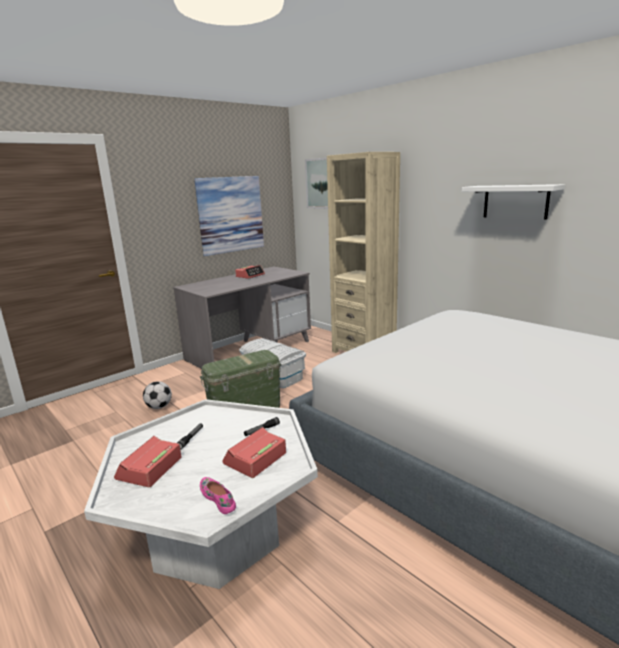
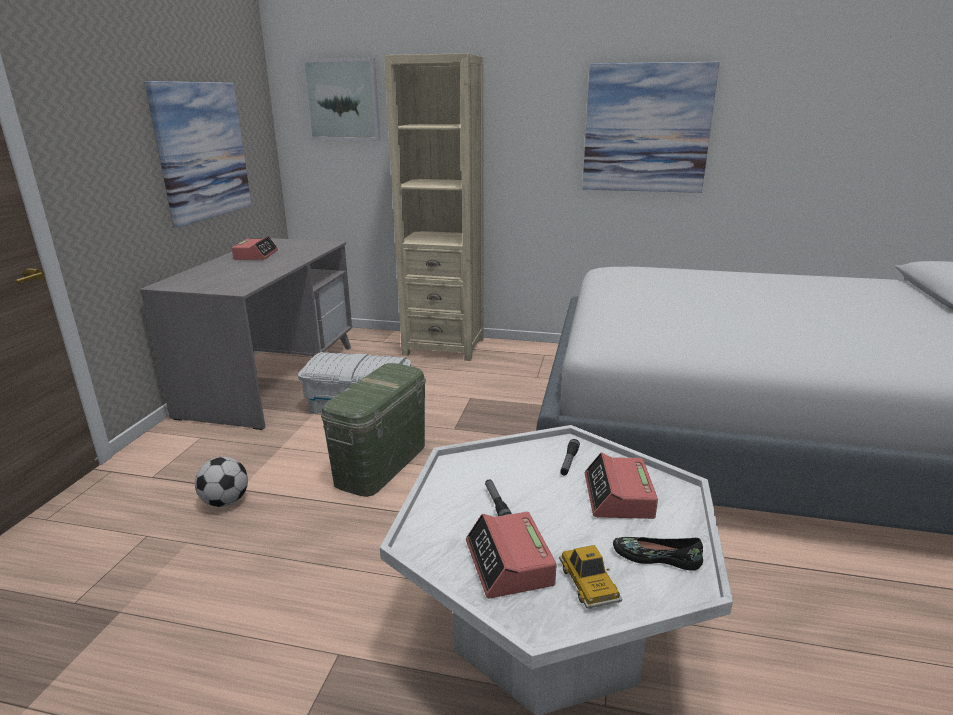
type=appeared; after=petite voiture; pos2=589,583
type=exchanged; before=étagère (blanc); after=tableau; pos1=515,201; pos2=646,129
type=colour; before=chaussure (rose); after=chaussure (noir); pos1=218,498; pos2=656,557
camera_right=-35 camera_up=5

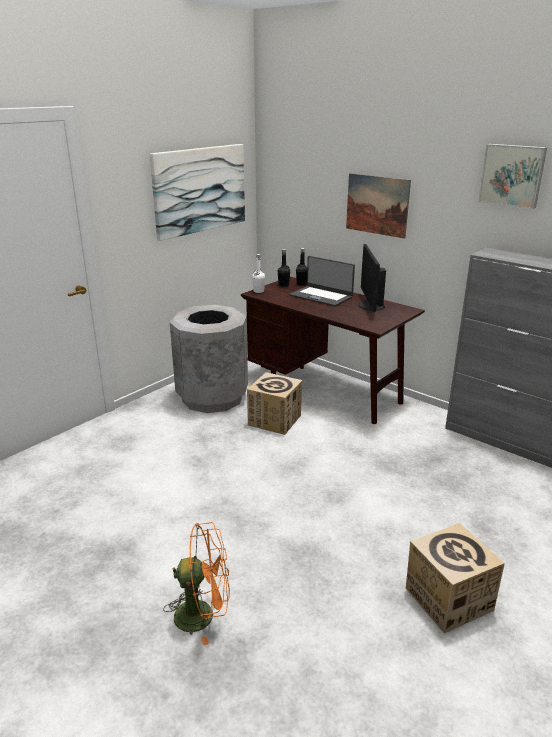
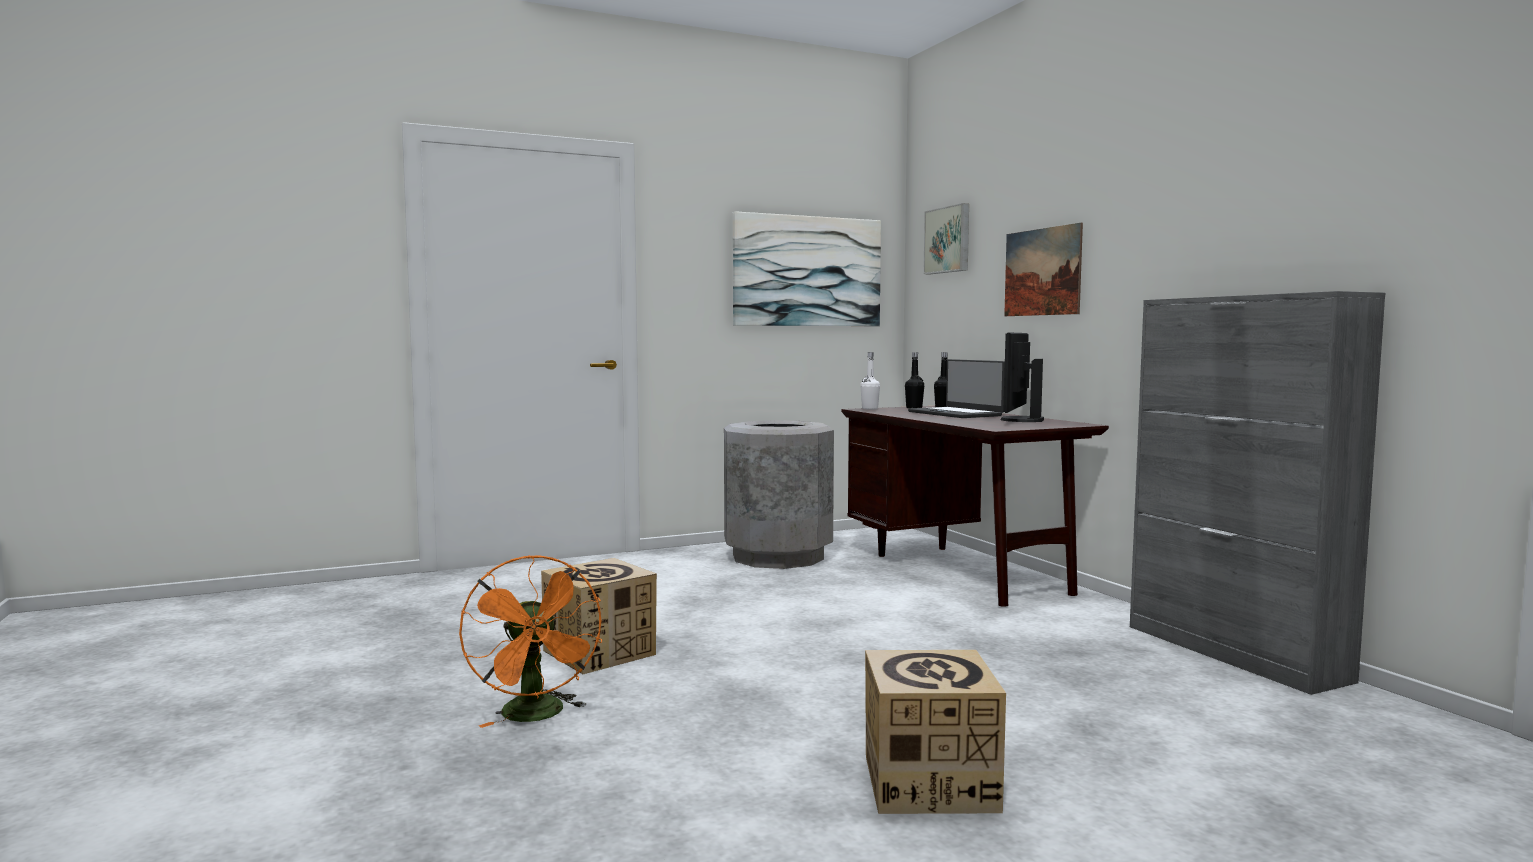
type=relocated; before=carton; pos1=275,420; pos2=600,653
type=relocated; before=tableau; pos1=512,175; pos2=948,240
type=spun; before=ventilateur (orange); pos1=203,615; pos2=537,716; turn=45
camera_right=25 camera_up=-20

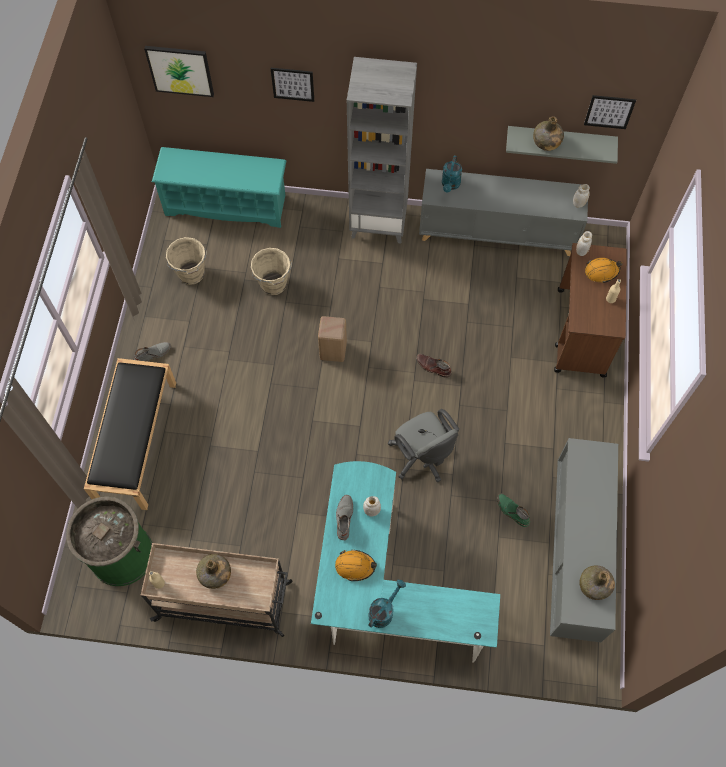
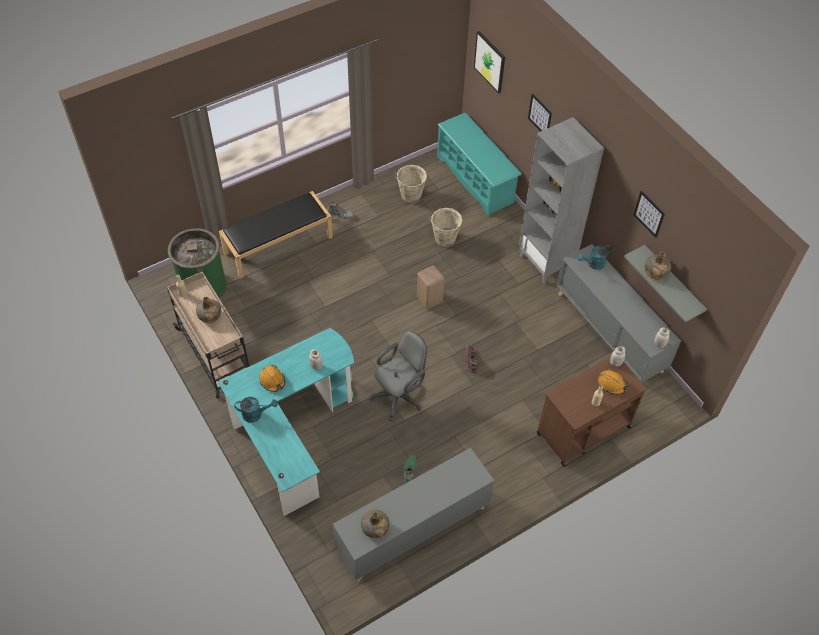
type=missing; before=botte (gris); pos1=344,518
type=relocated; before=tableau; pos1=609,111; pos2=649,214
type=spun; before=chaise de bureau (gris); pos1=422,458; pos2=400,396; turn=-150
camera_right=50 camera_up=-10

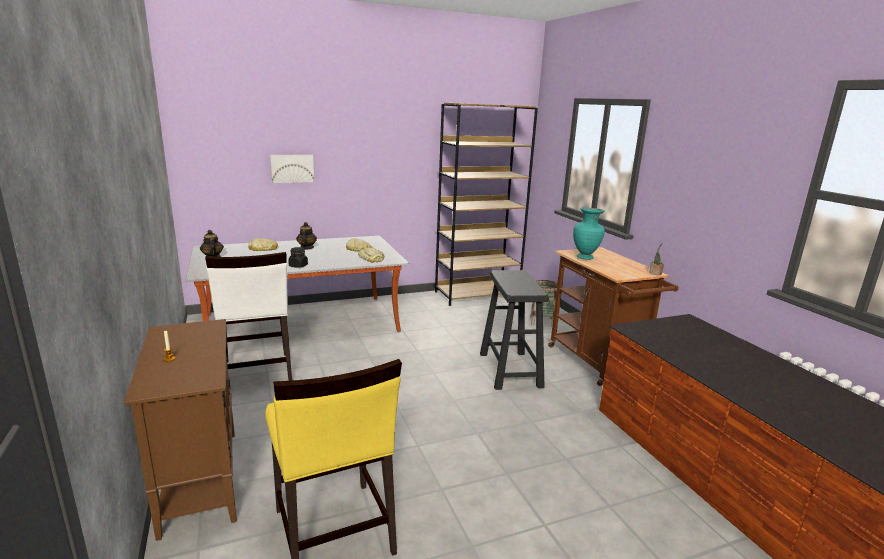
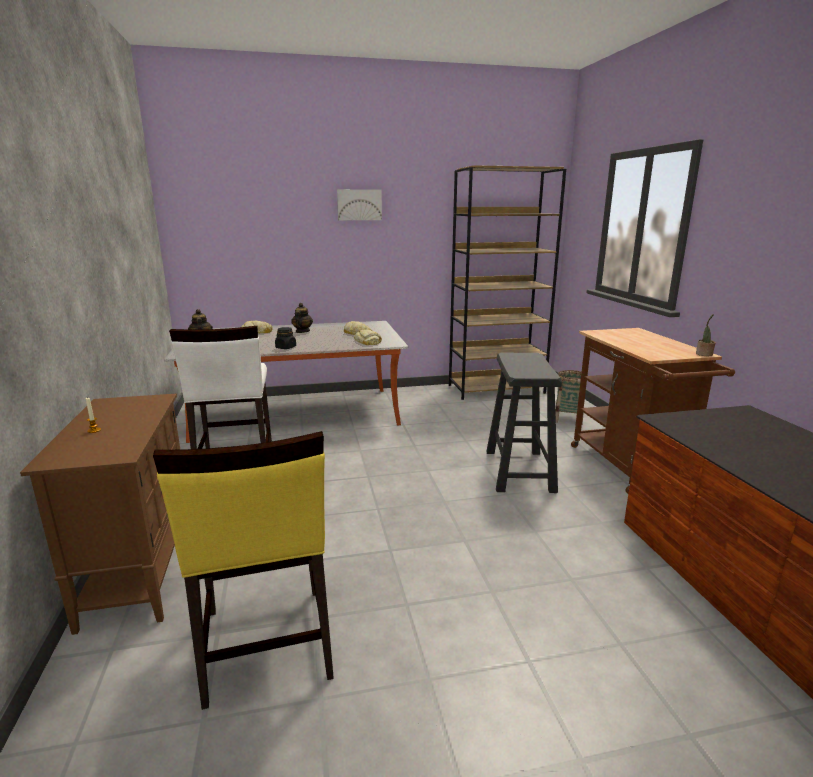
type=missing; before=vase (turquoise); pos1=585,258
type=relocated; before=tableau; pos1=292,168; pos2=359,205
camera_right=10 camera_up=0

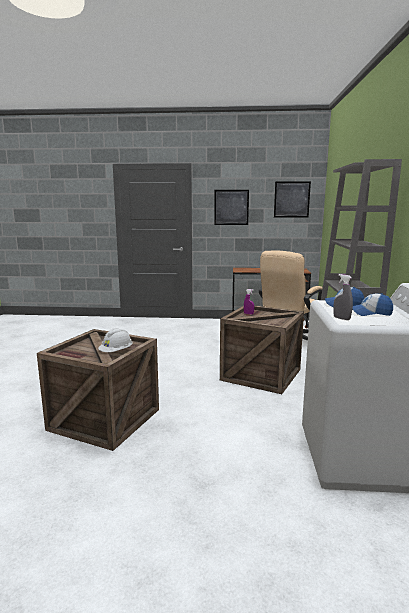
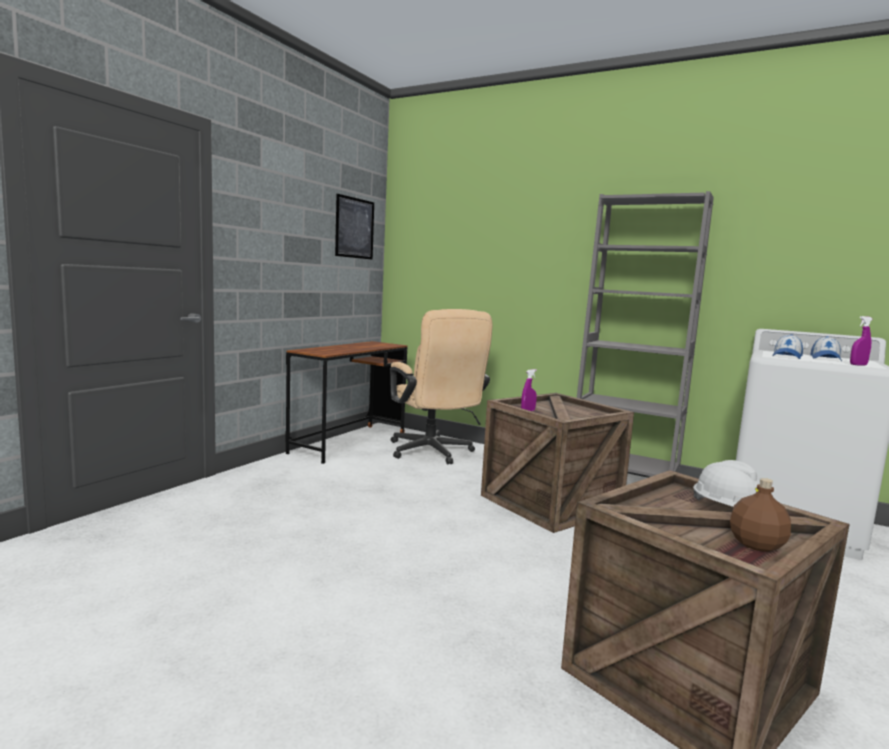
type=missing; before=tableau; pos1=231,207
type=appeared; after=bouteille (marron); pos2=756,545
type=colour; before=vaporisateur (gris); after=vaporisateur (violet); pos1=341,318; pos2=858,365
camera_right=-65 camera_up=-5

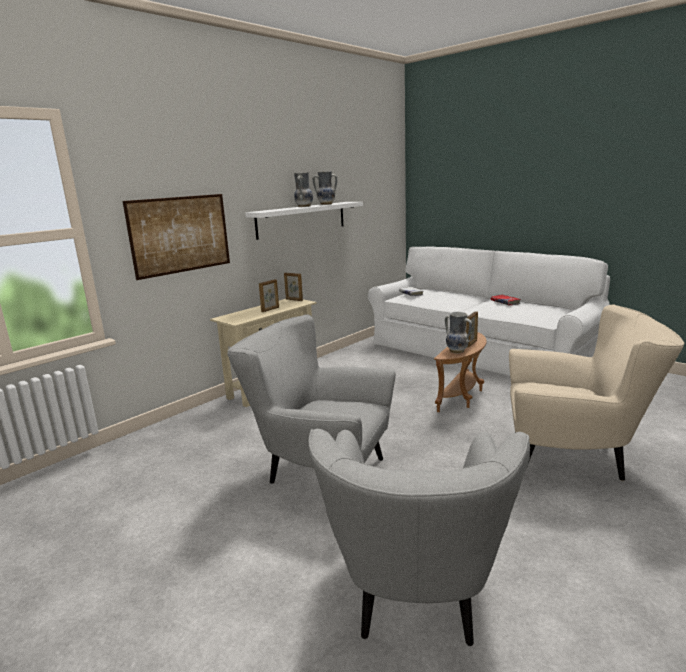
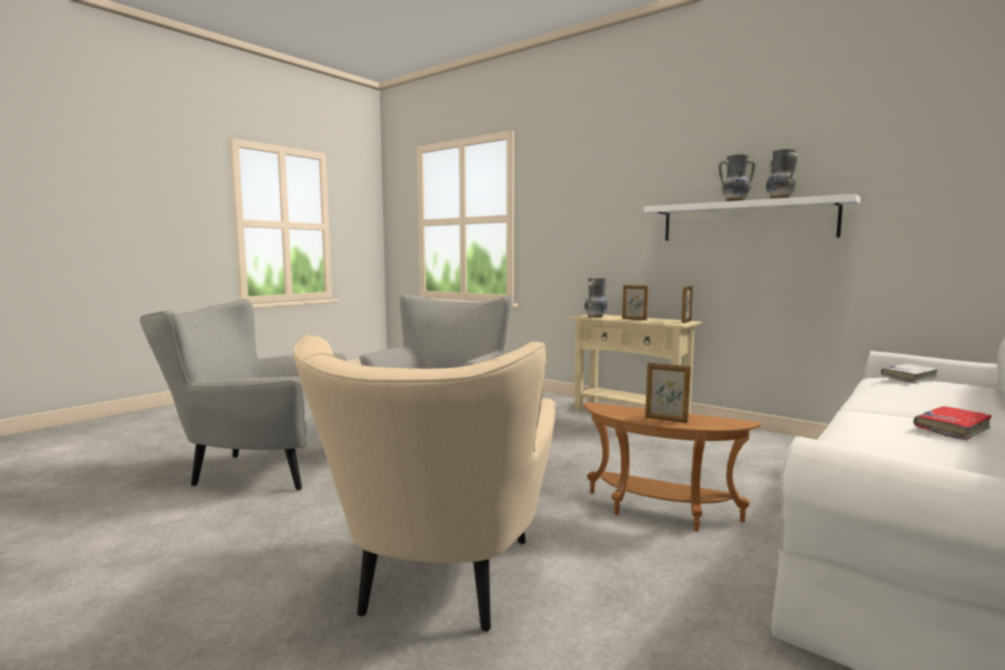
type=missing; before=tableau; pos1=180,234
type=relocated; before=vase; pos1=457,351; pos2=596,317
camera_right=85 camera_up=-10

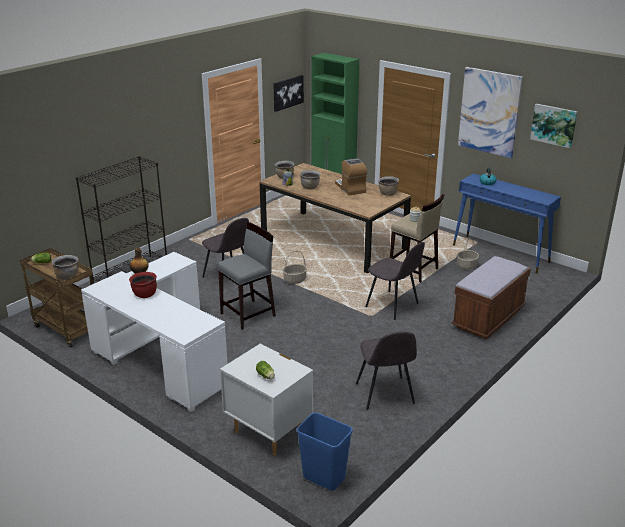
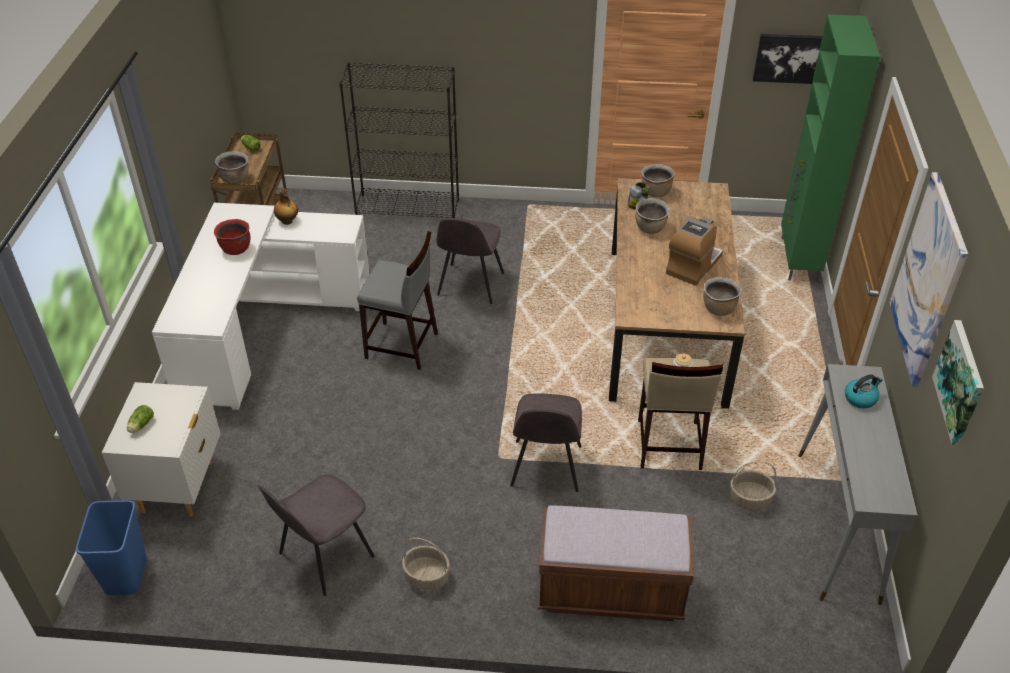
type=relocated; before=panier; pos1=294,280; pos2=426,577
type=colour; before=table console (bleu); after=table console (gris); pos1=500,254; pos2=837,526
camera_right=55 camera_up=15

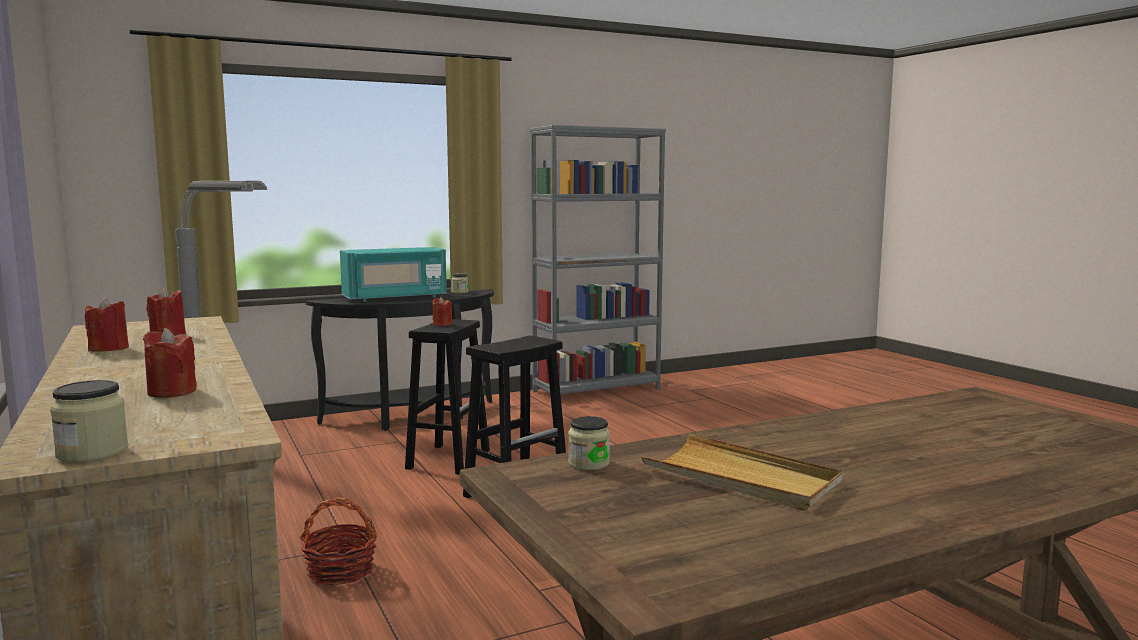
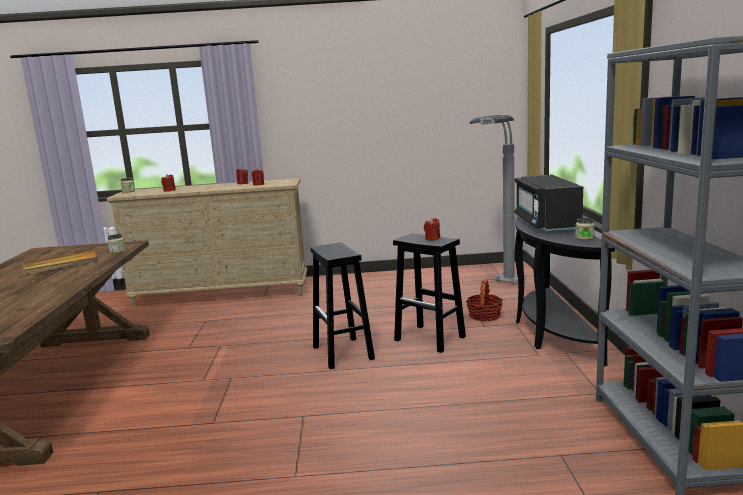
type=relocated; before=panier; pos1=340,571; pos2=484,316
type=colour; before=micro-ondes (turquoise); after=micro-ondes (noir); pos1=395,298; pos2=546,223
camera_right=115 camera_up=5

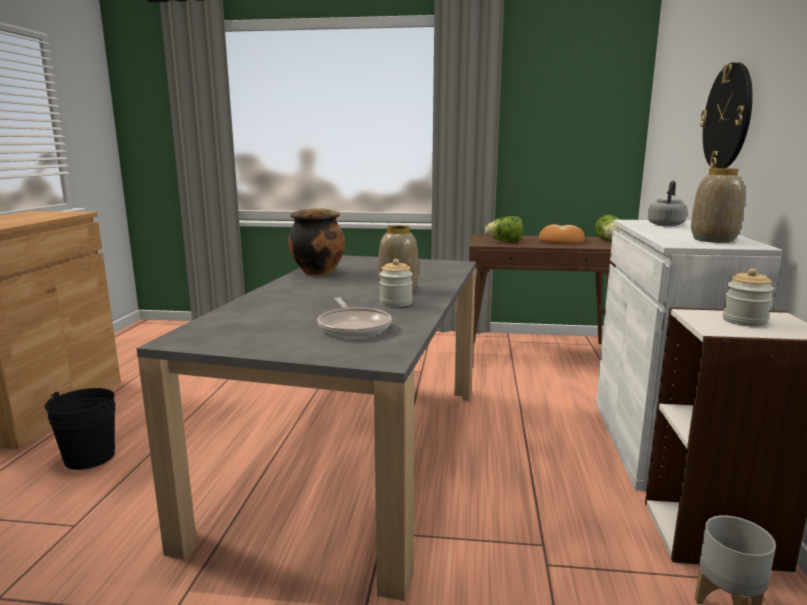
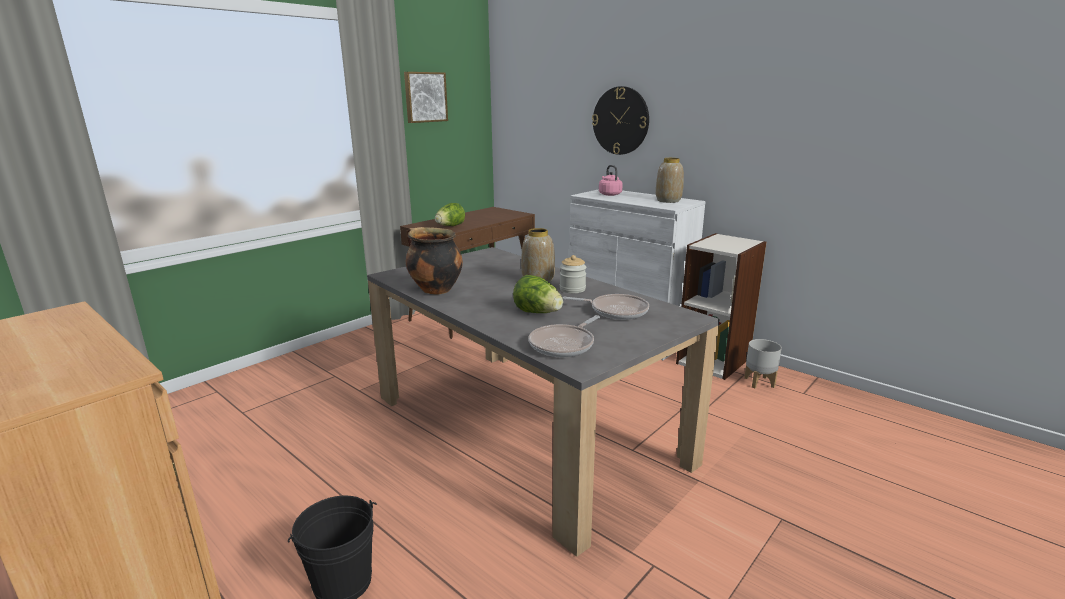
type=missing; before=pain; pos1=561,241
type=missing; before=bocal; pos1=744,321
type=appeared; after=tableau; pos2=425,97
type=appeared; after=poêle; pos2=564,344
type=relocated; before=laitue; pos1=609,241; pos2=538,313
type=colour; before=bouilloire (gris); after=bouilloire (rose); pos1=666,225; pos2=609,194
camera_right=-55 camera_up=5

